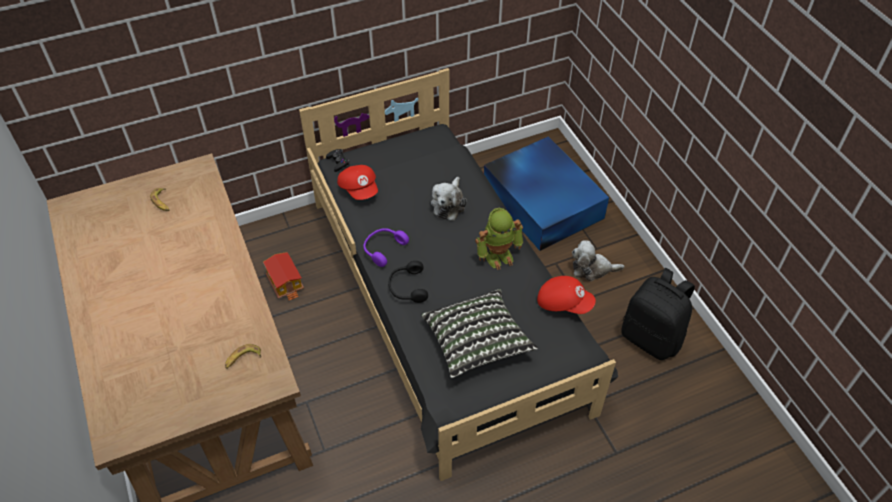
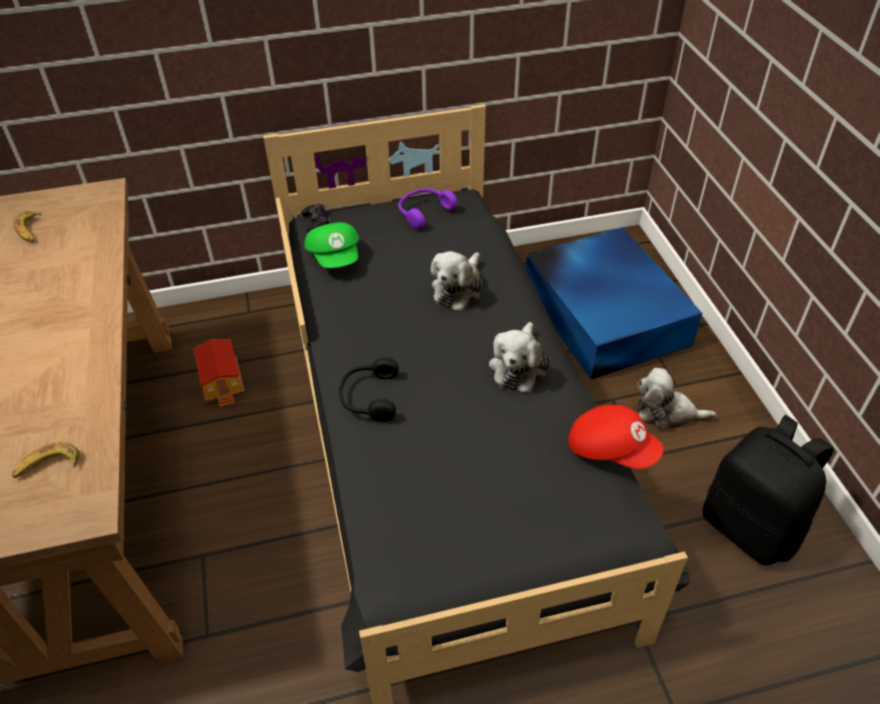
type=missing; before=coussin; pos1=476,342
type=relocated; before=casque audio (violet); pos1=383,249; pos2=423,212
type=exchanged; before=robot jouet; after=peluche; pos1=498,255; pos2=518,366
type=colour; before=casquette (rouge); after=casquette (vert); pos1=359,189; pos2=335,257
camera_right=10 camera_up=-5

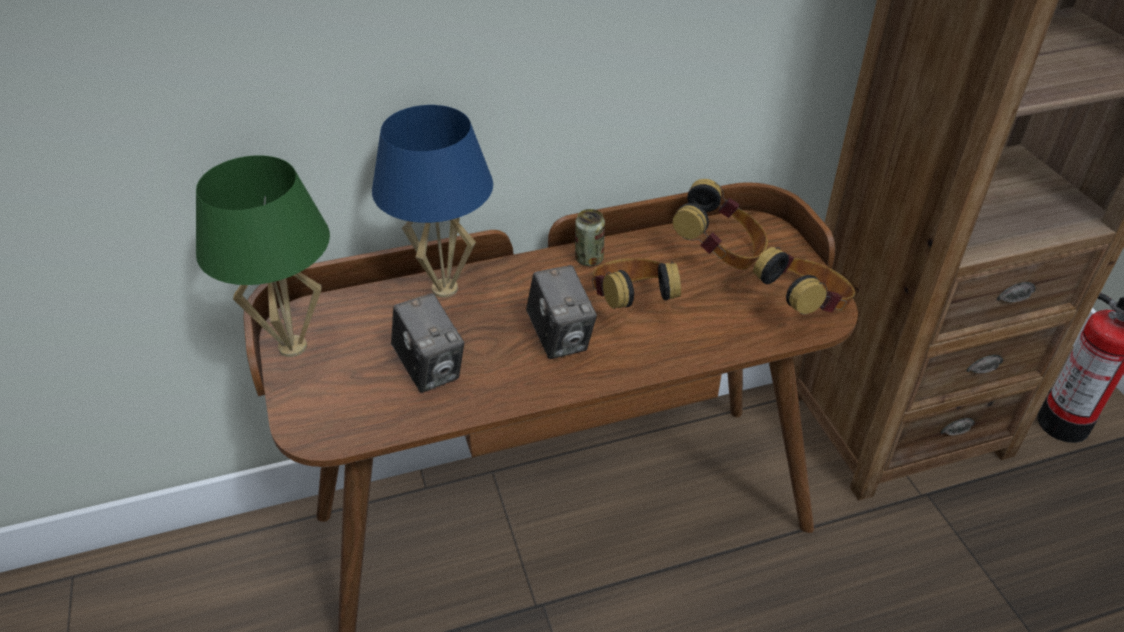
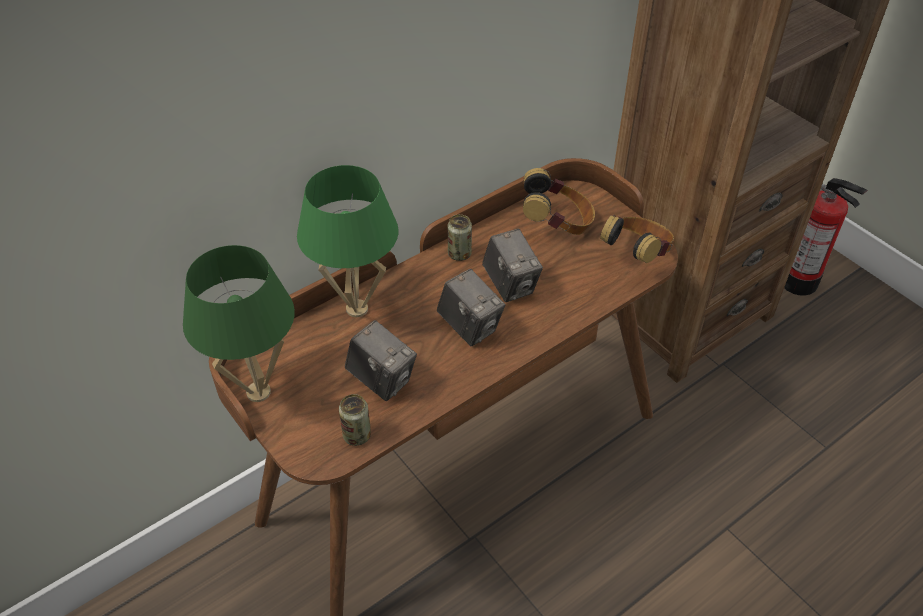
type=appeared; after=boîte métallique; pos2=357,435
type=exchanged; before=casque audio; after=appareil photo; pos1=631,305; pos2=510,285
type=colour; before=lampe de table (bleu); after=lampe de table (vert); pos1=445,289; pos2=357,309
camera_right=-20 camera_up=5

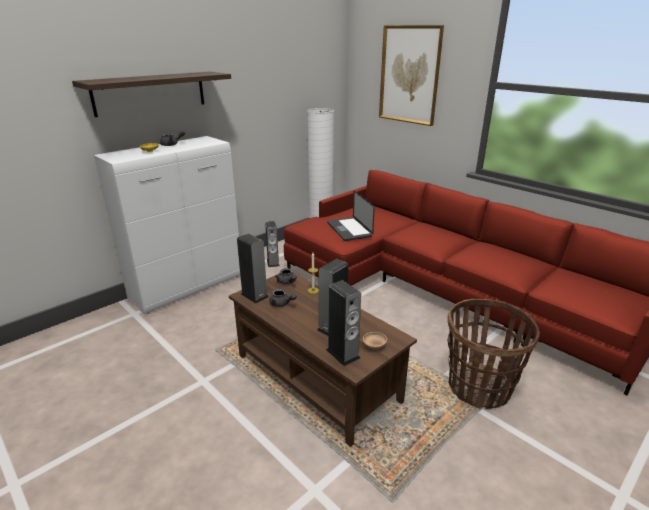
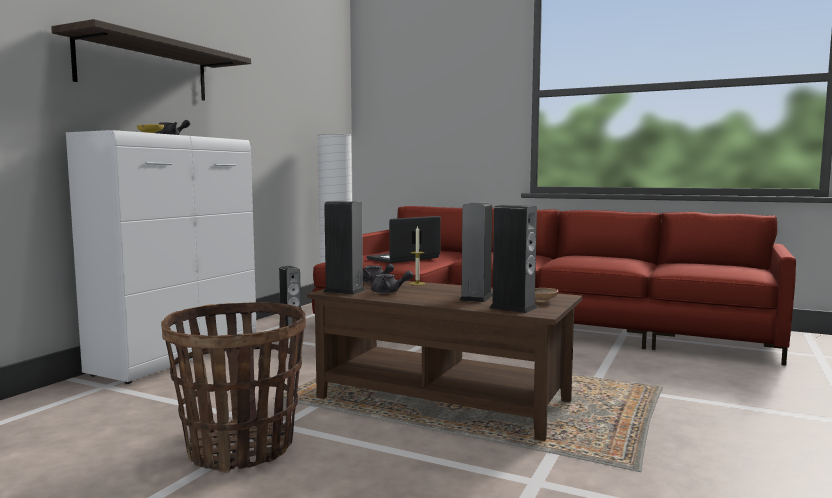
type=missing; before=tableau; pos1=409,75
type=relocated; before=panier; pos1=479,387; pos2=241,448
type=spun; before=ordinateur portable; pos1=349,230; pos2=403,258; turn=90
camera_right=-20 camera_up=-20

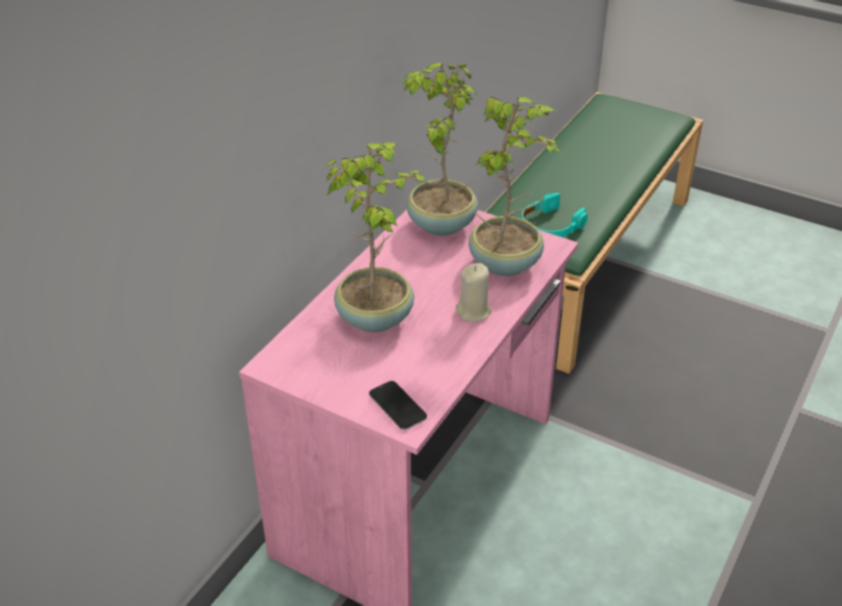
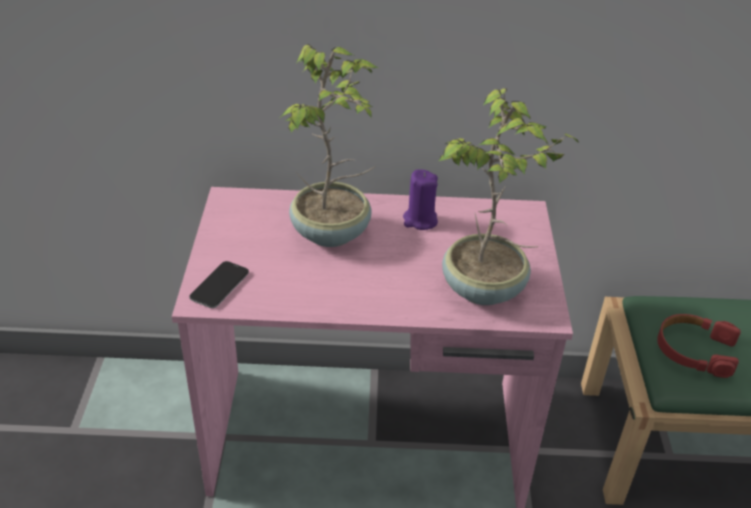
type=missing; before=plante en pot; pos1=439,224
type=missing; before=bougie (beige); pos1=474,312
type=appeared; after=bougie (violet); pos2=420,220
type=colour; before=casque audio (turquoise); after=casque audio (rouge); pos1=549,226; pos2=694,350
camera_right=60 camera_up=0

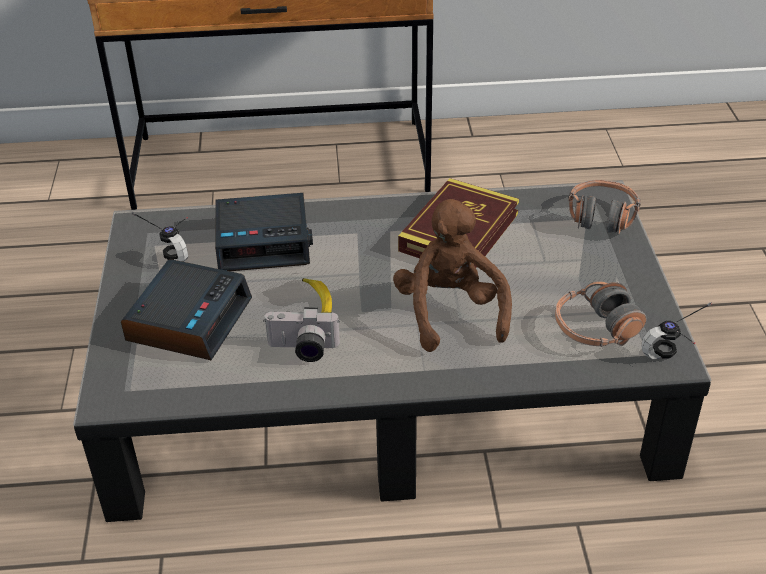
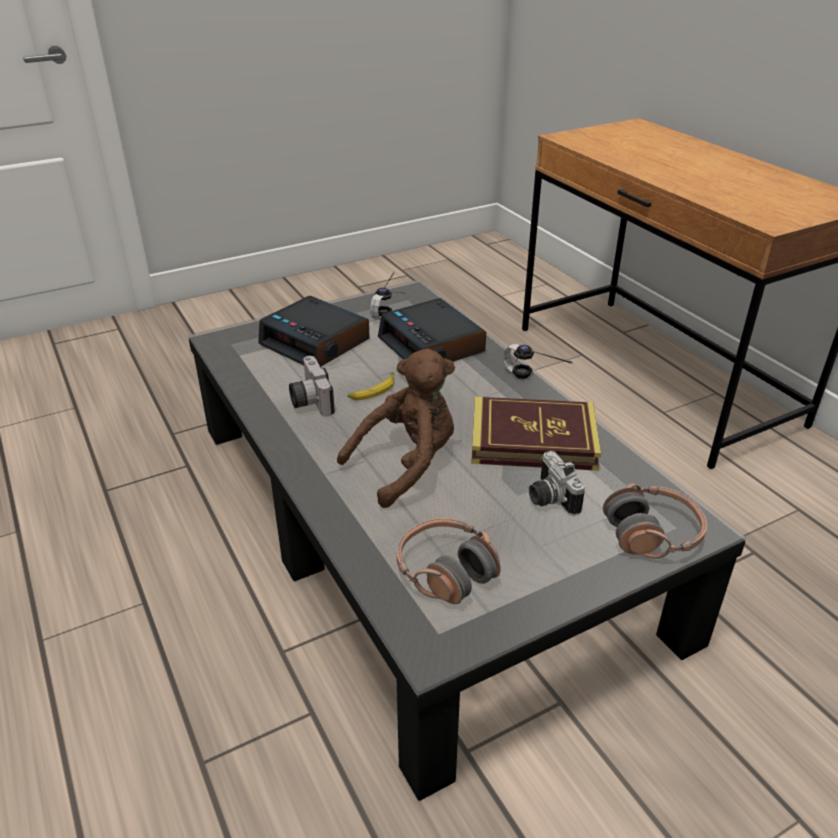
type=appeared; after=appareil photo; pos2=549,498
type=relocated; before=casque audio; pos1=680,354; pos2=528,383
type=spun; before=réveil; pos1=189,319; pos2=316,343; turn=45
camera_right=65 camera_up=-5

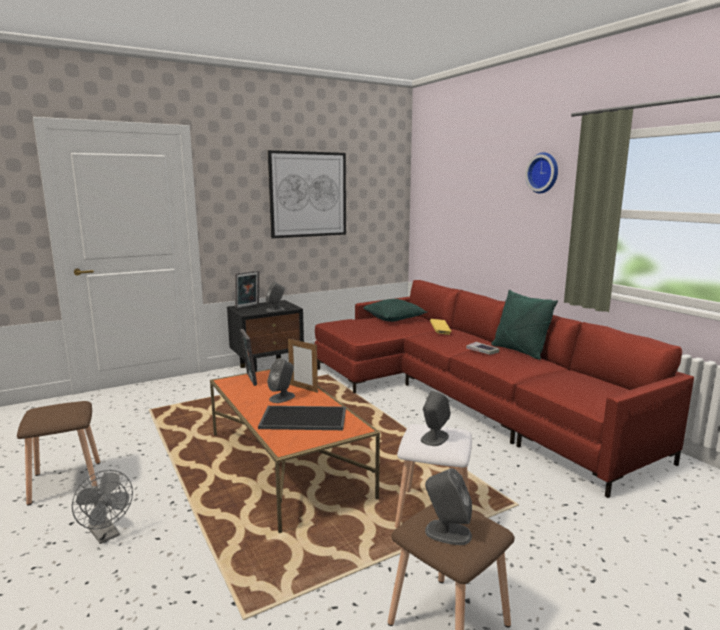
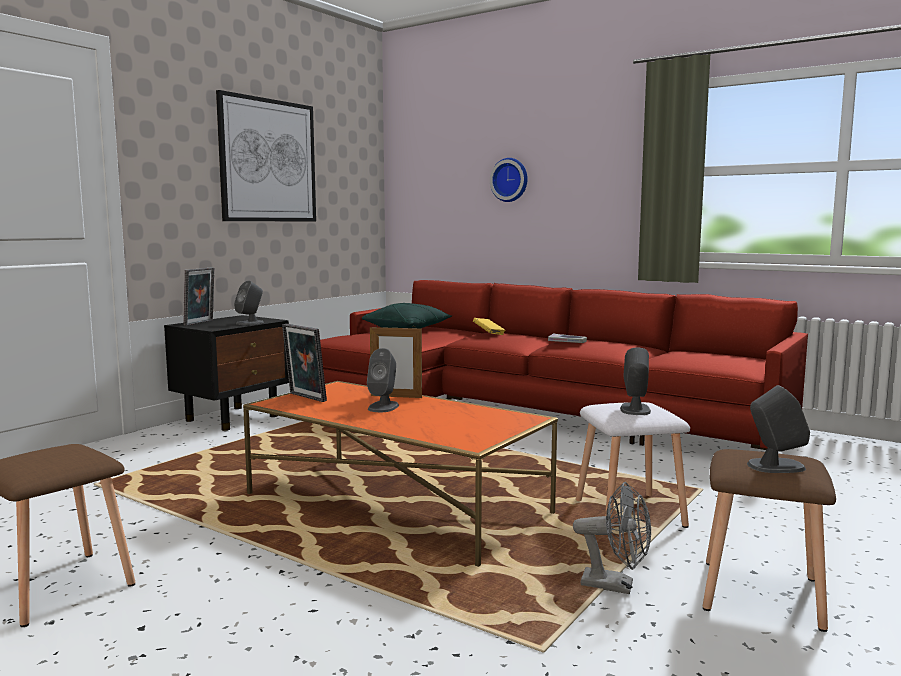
type=missing; before=plateau; pos1=302,419
type=missing; before=coussin (vert); pos1=519,351
type=relocated; before=ventilateur (gris); pos1=106,535; pos2=616,585
type=relocated; before=horloge murale; pos1=544,173; pos2=510,180
camera_right=-25 camera_up=-5

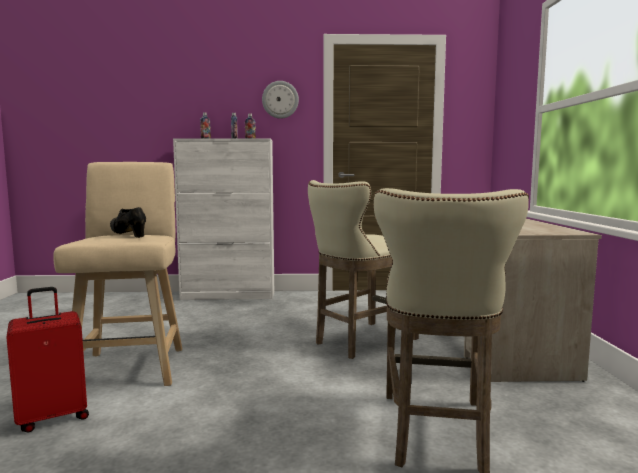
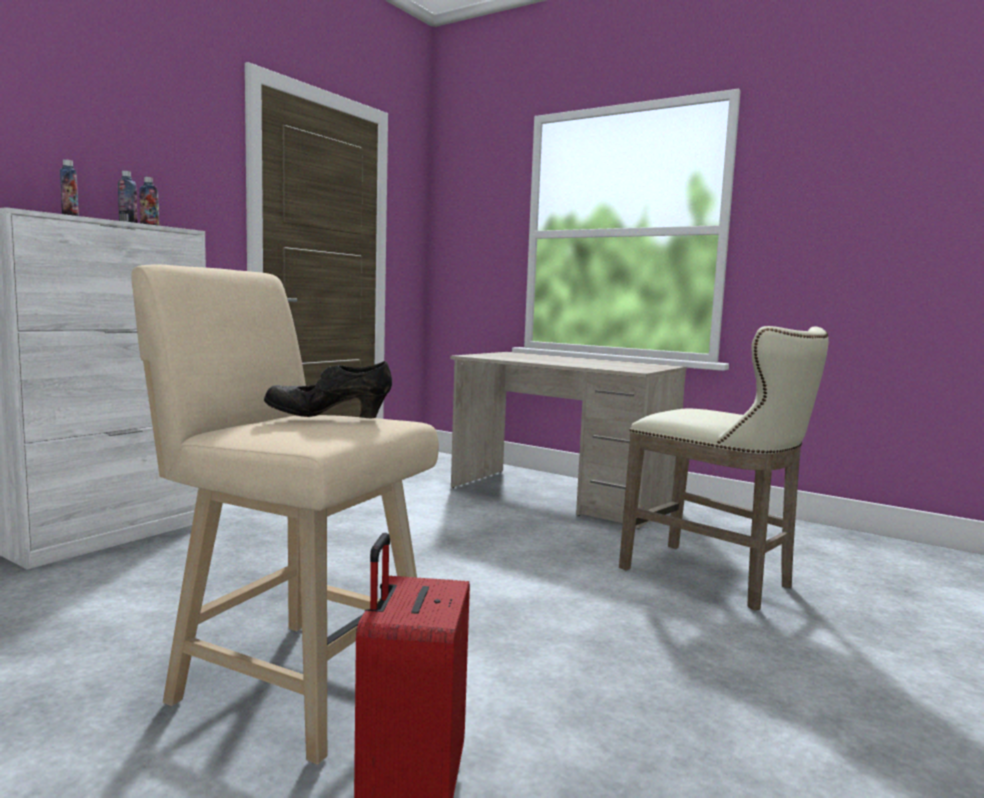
type=missing; before=horloge murale; pos1=280,99
type=missing; before=tabouret (beige); pos1=360,341
camera_right=-55 camera_up=0

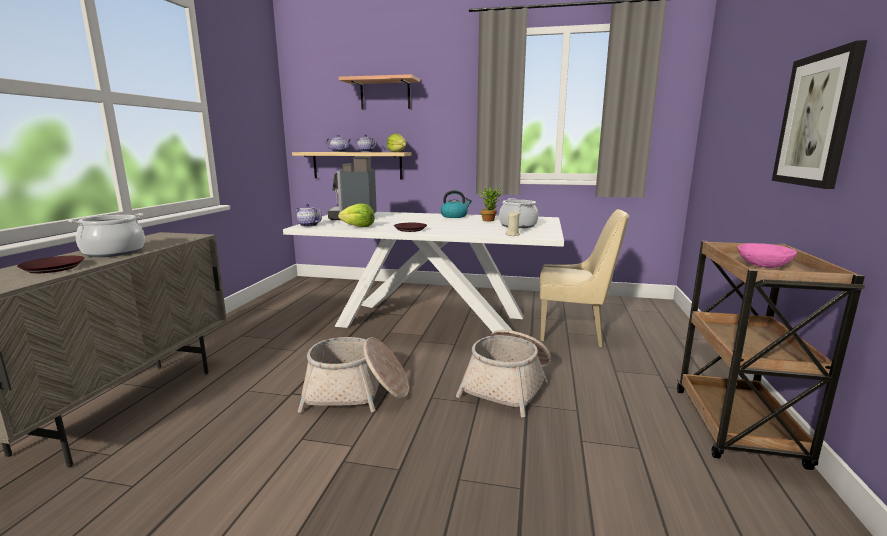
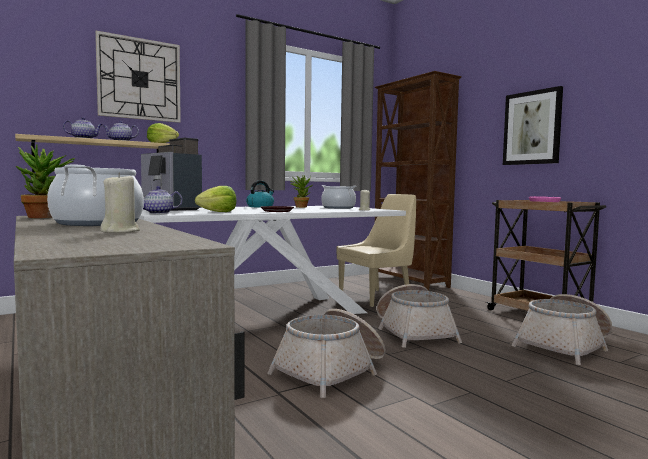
type=appeared; after=plante en pot; pos2=47,217
type=appeared; after=bibliothèque (marron); pos2=409,282
type=appeared; after=panier; pos2=565,346
type=exchanged; before=assiette (marron); after=bougie (beige); pos1=53,268; pos2=121,231
type=exchanged; before=étagère; after=horloge murale; pos1=385,94; pos2=139,79
camera_right=-45 camera_up=-10

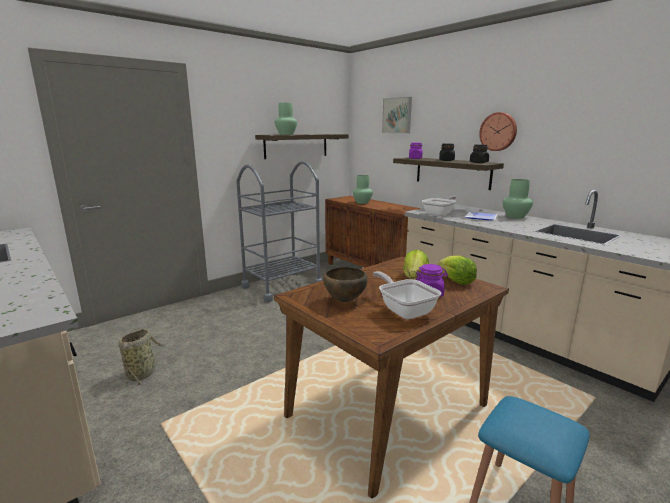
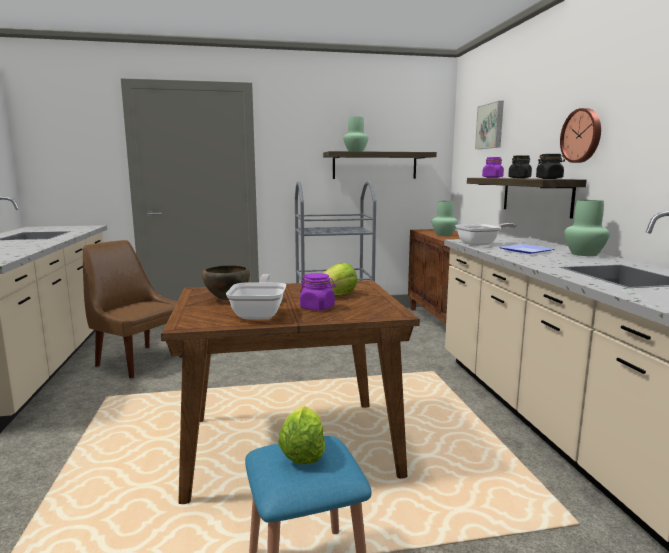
type=relocated; before=laitue; pos1=455,281; pos2=303,452
type=exchanged; before=panier; after=chaise (marron); pos1=142,373; pos2=138,361
camera_right=30 camera_up=-5

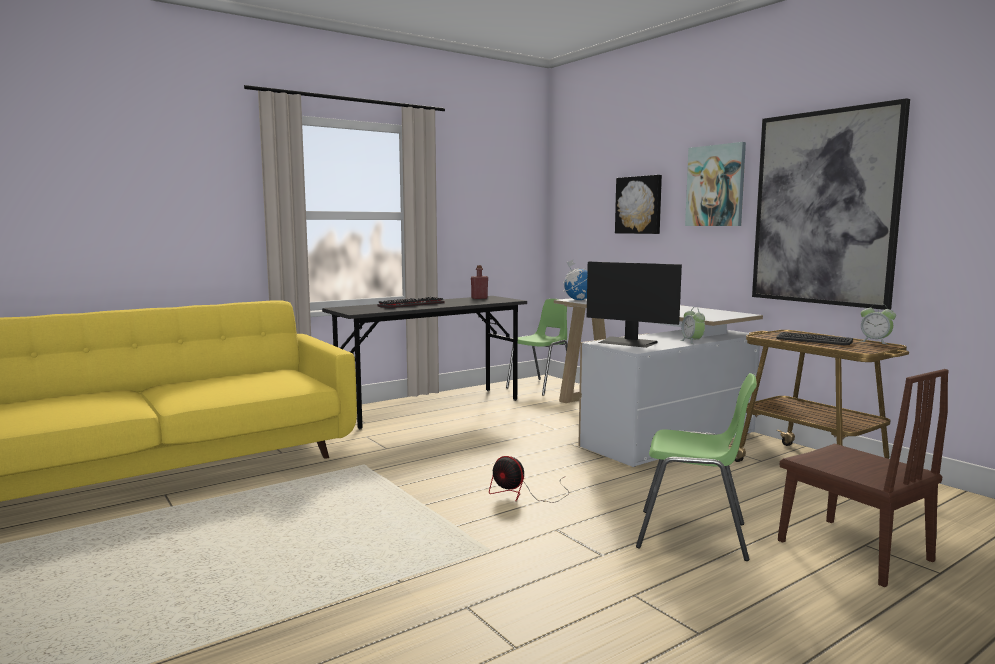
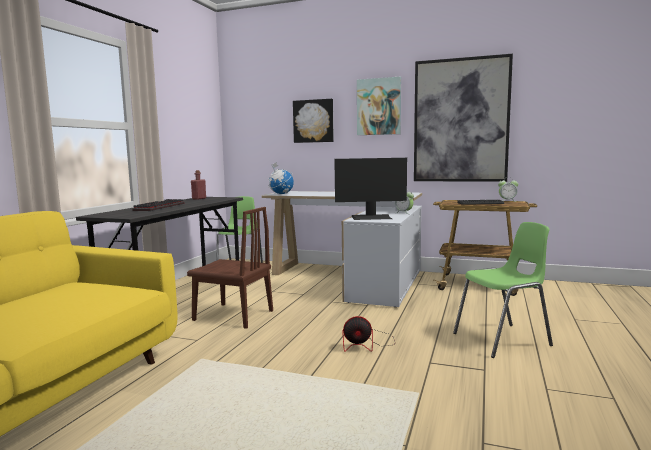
type=relocated; before=chaise (marron); pos1=853,550; pos2=233,315
camera_right=-35 camera_up=0

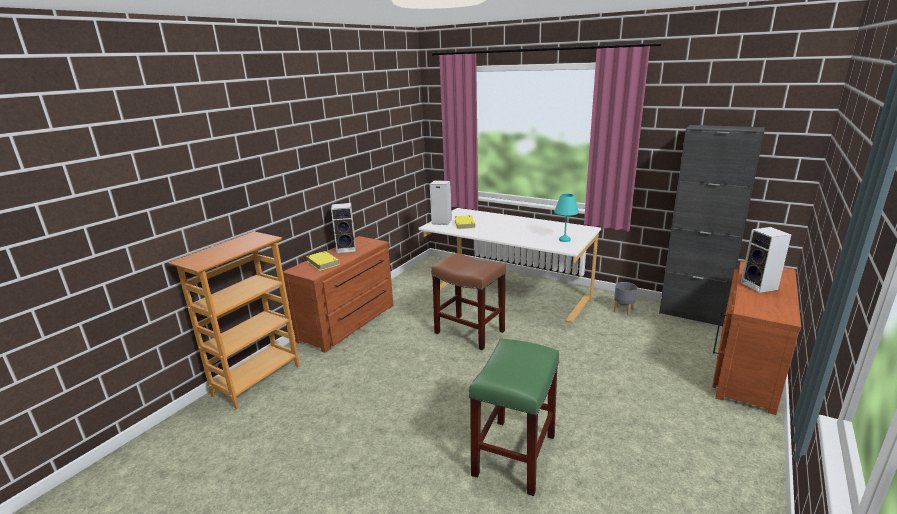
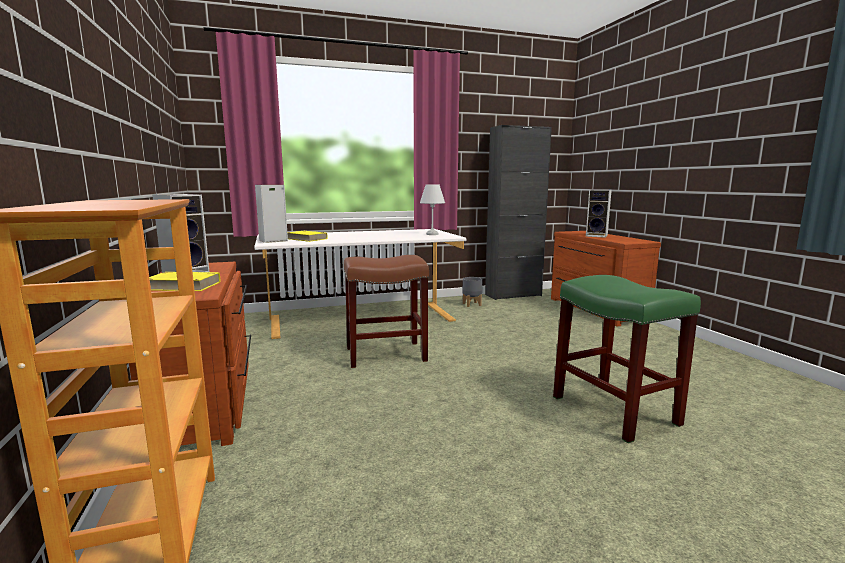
type=colour; before=lampe de table (turquoise); after=lampe de table (blanc); pos1=565,240; pos2=432,234
camera_right=-50 camera_up=-10

